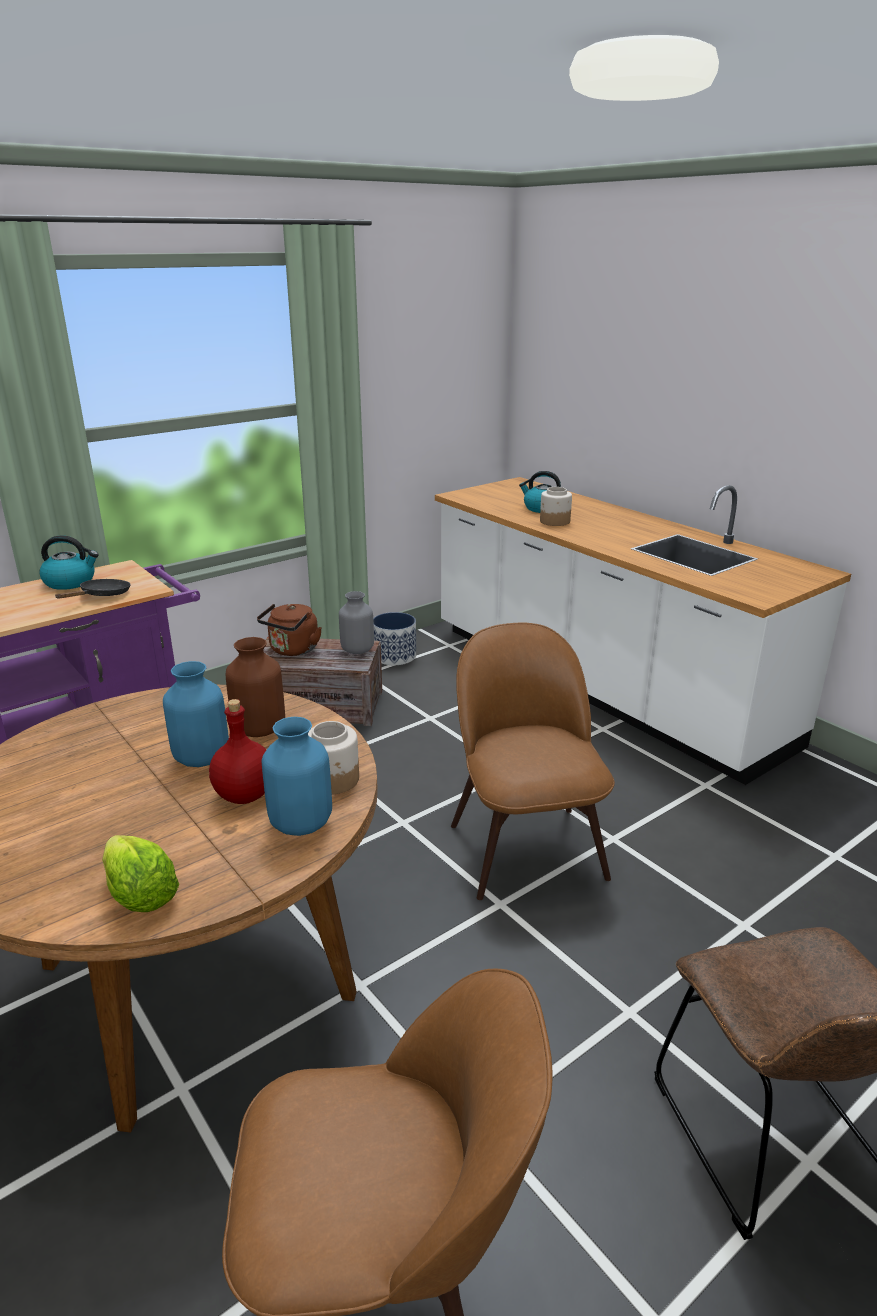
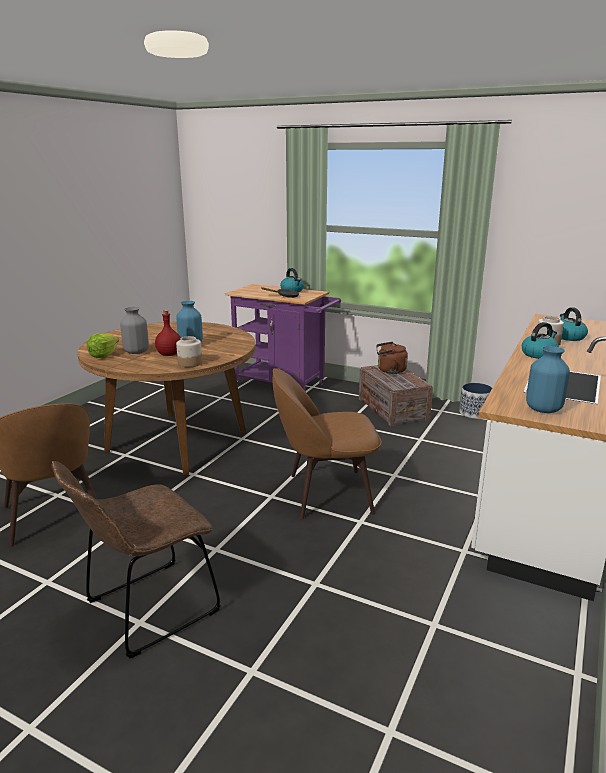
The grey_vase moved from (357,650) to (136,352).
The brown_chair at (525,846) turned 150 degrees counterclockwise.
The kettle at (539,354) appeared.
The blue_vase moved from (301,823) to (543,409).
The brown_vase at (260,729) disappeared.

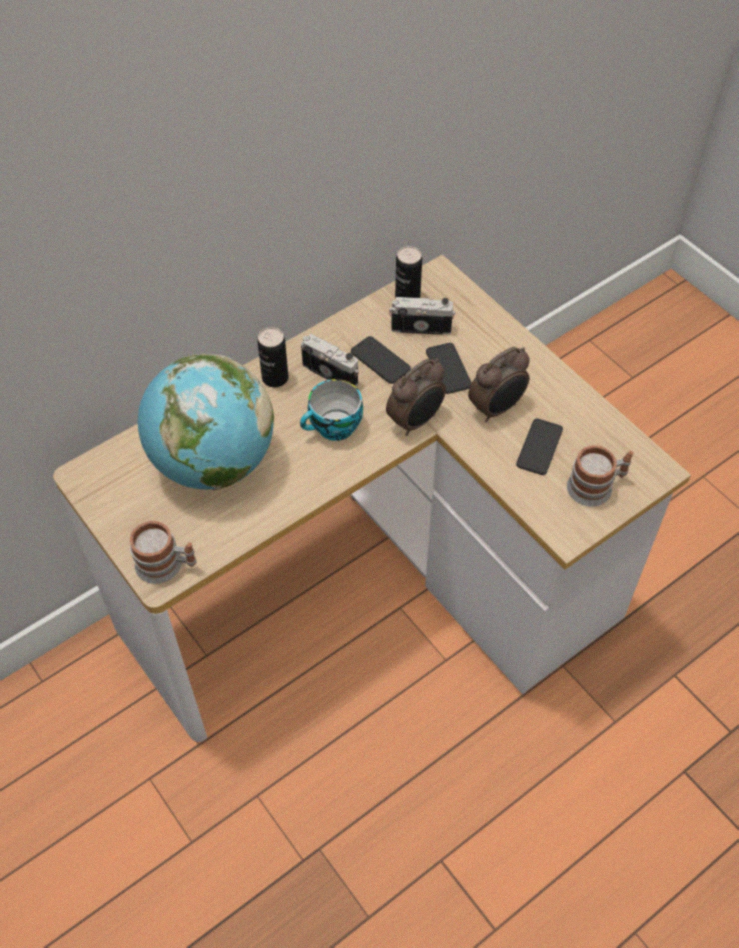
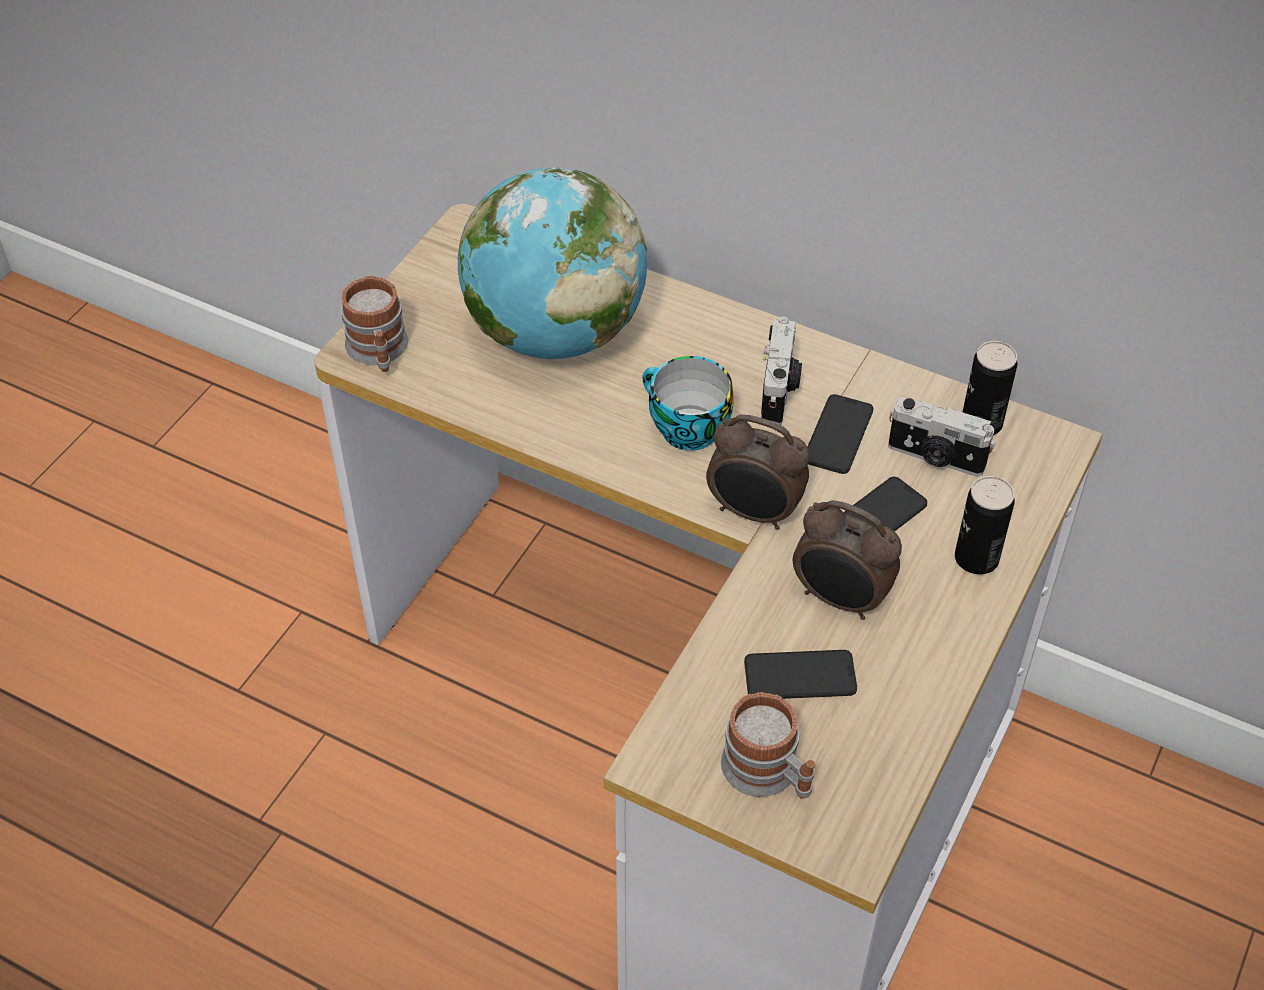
The photo_camera at (421,327) turned 135 degrees clockwise.
The can moved from (275,378) to (976,558).

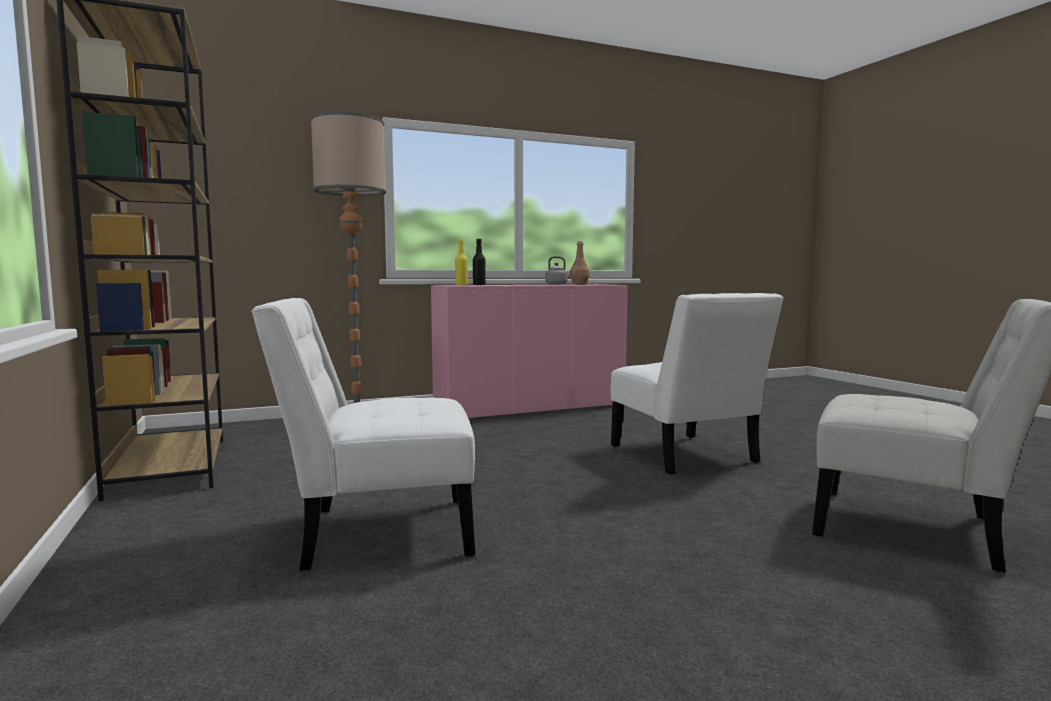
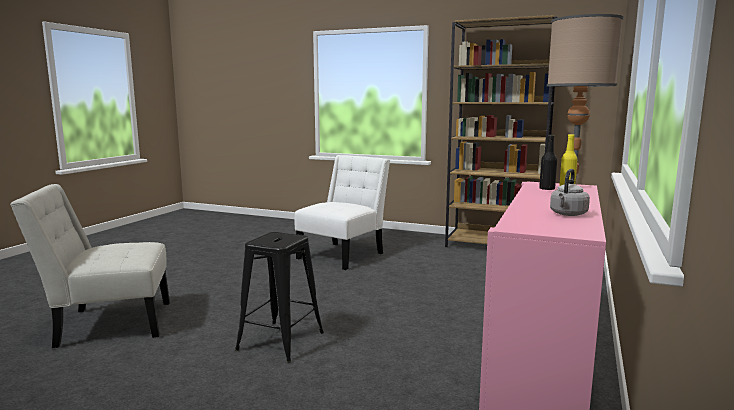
The white_chair at (686,456) was replaced by the black_stool at (280,341).
The brown_bottle at (579,284) disappeared.

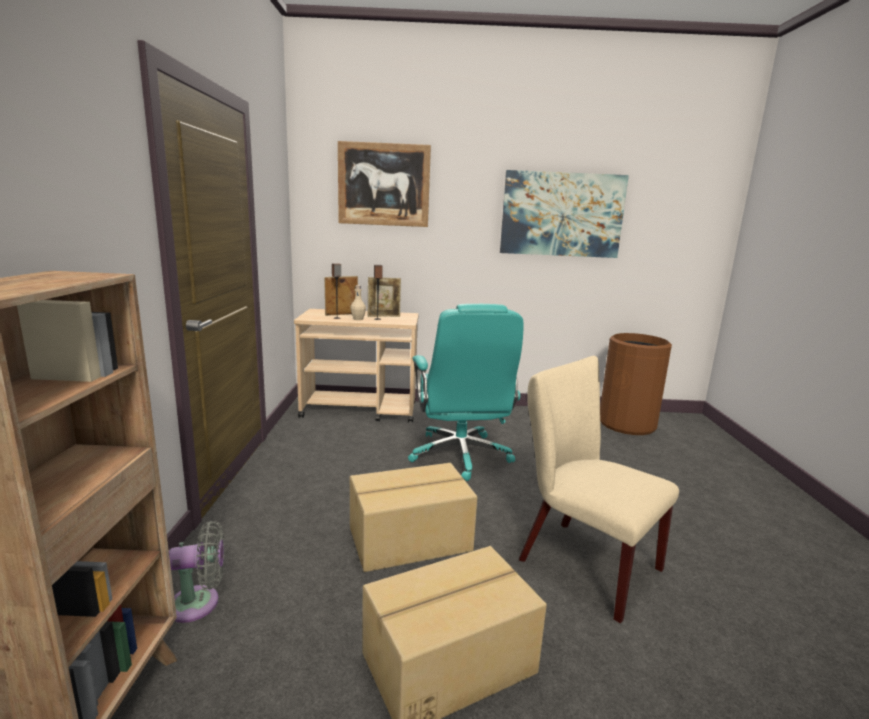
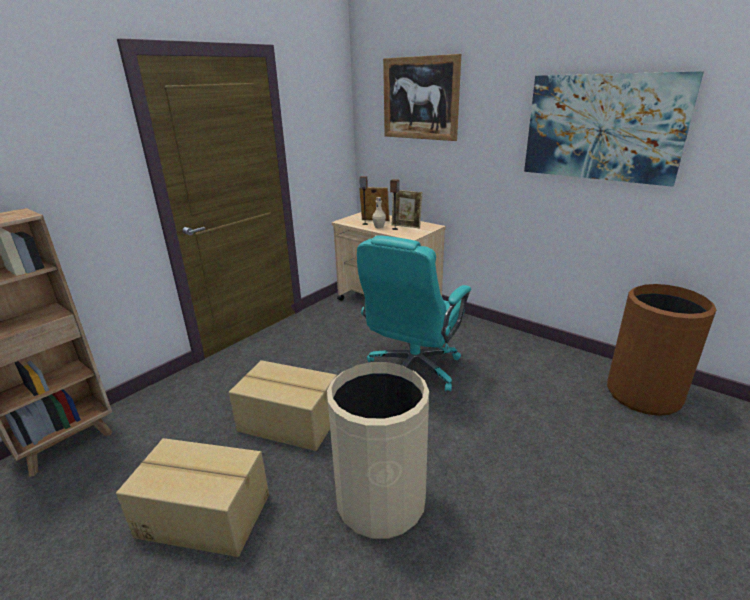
The beige_chair at (580,561) was replaced by the beige_trash_can at (381,501).
The grey_fan at (199,603) disappeared.

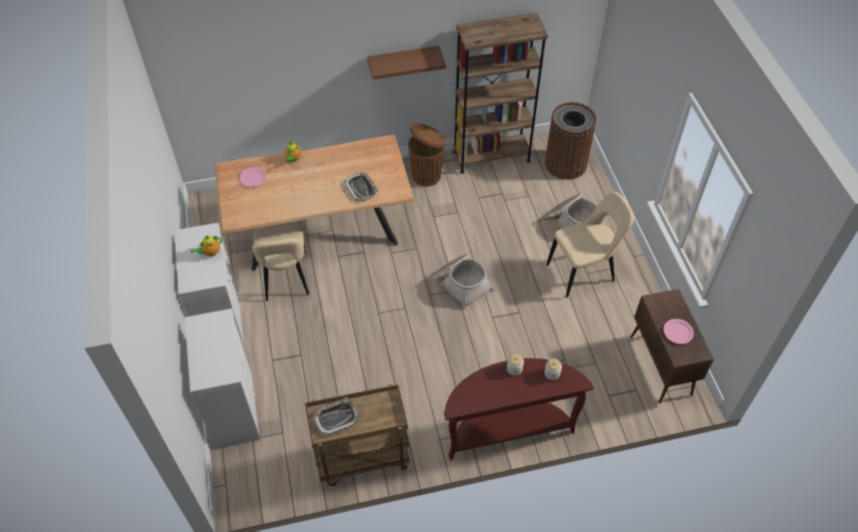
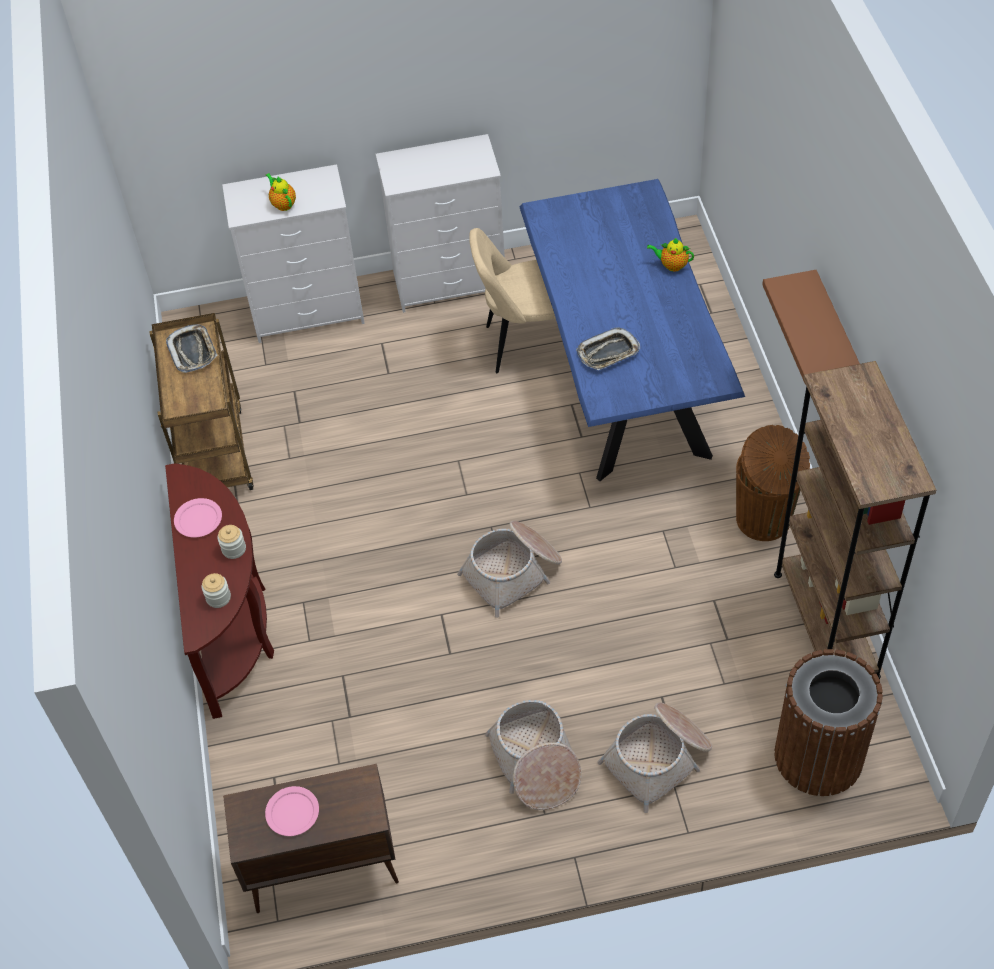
The pink_plate moved from (253,178) to (199,519).
The teapot moved from (210,252) to (283,204).
The beige_chair at (583,272) was replaced by the basket at (535,763).
The brown_dining_table at (320,231) became the blue_dining_table at (624,378).

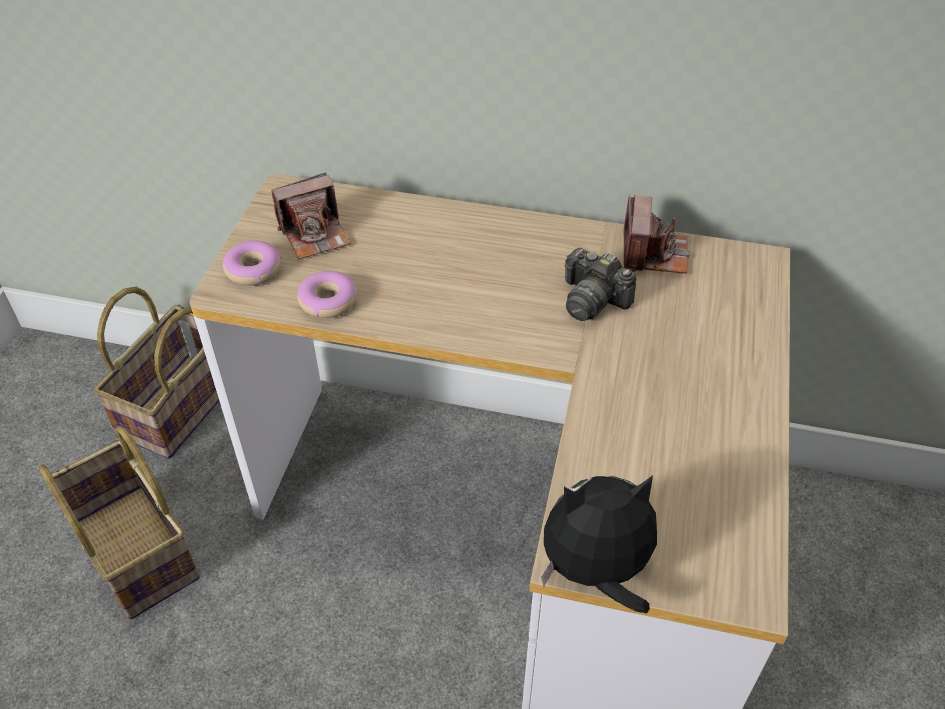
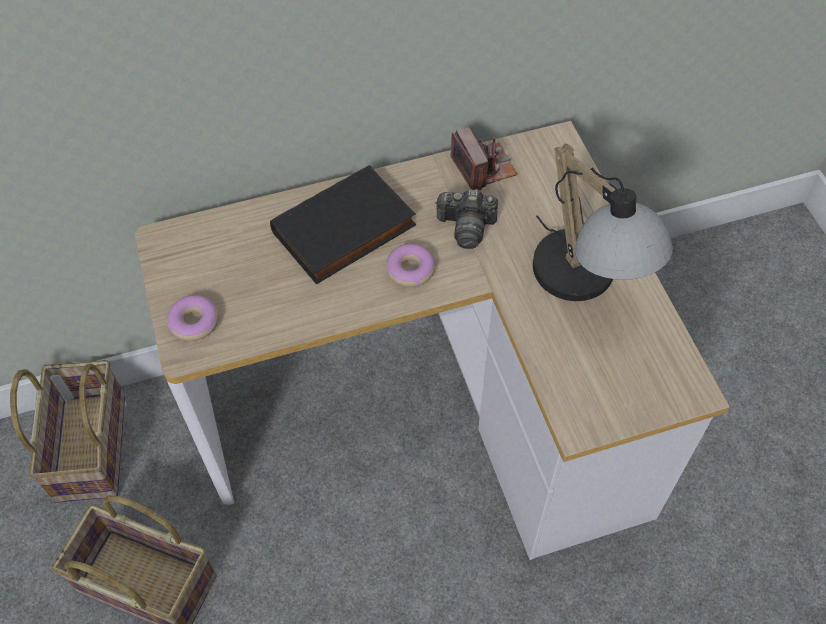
The black_book at (345,231) appeared.
The donut moved from (328,301) to (410,270).
The table_lamp at (586,285) appeared.
The photo_camera at (315,234) disappeared.
The plush_toy at (596,572) disappeared.

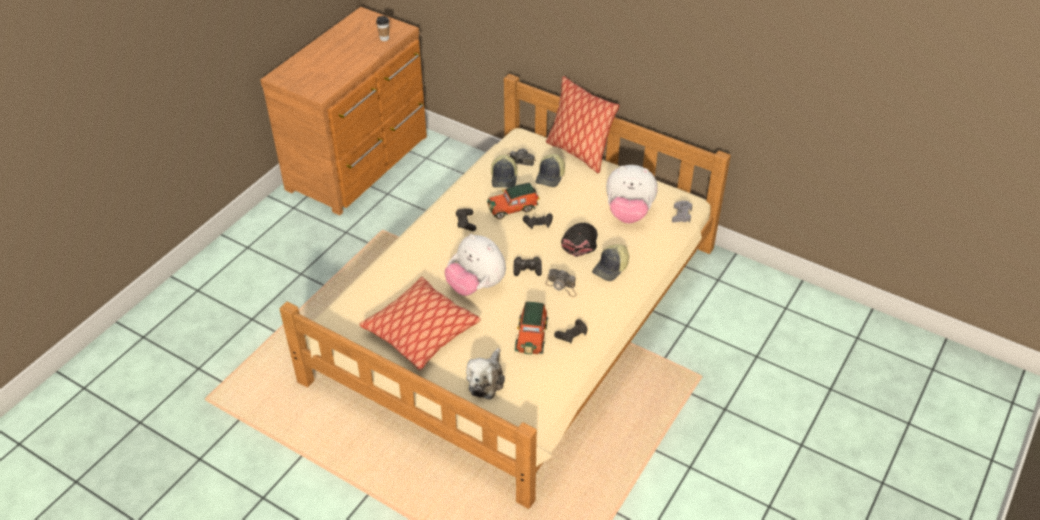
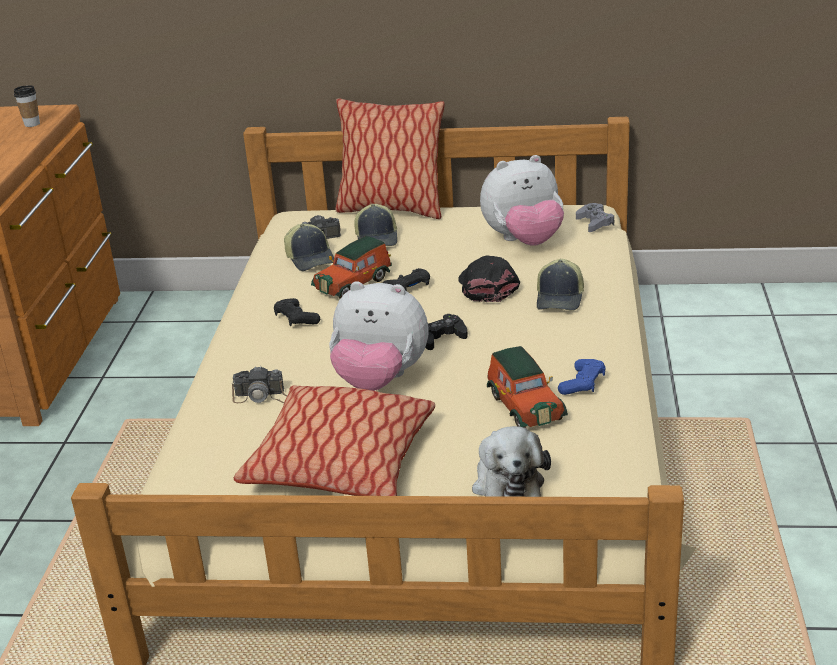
The photo_camera moved from (562,286) to (263,397).
The black_game_controller at (572,335) became the blue_game_controller at (582,384).

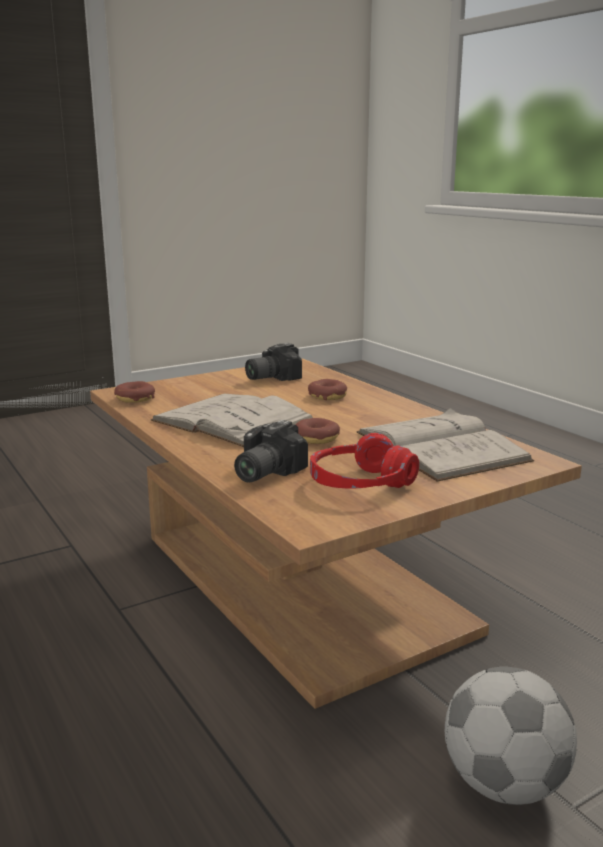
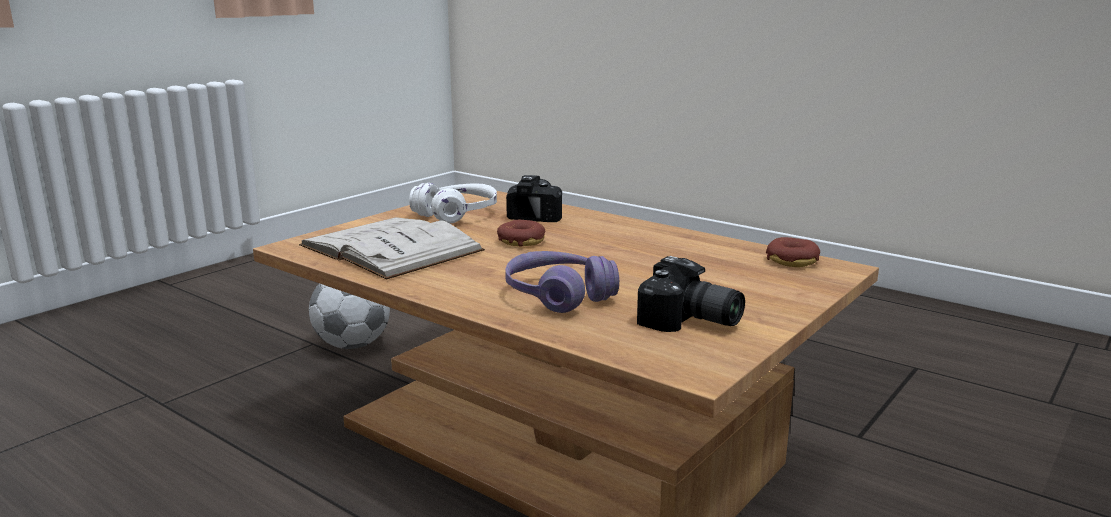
The red_headphones at (360,483) became the white_headphones at (456,214).
The donut at (327,396) was replaced by the purple_headphones at (559,296).
The photo_camera at (270,377) turned 90 degrees clockwise.
The white_book at (233,420) disappeared.

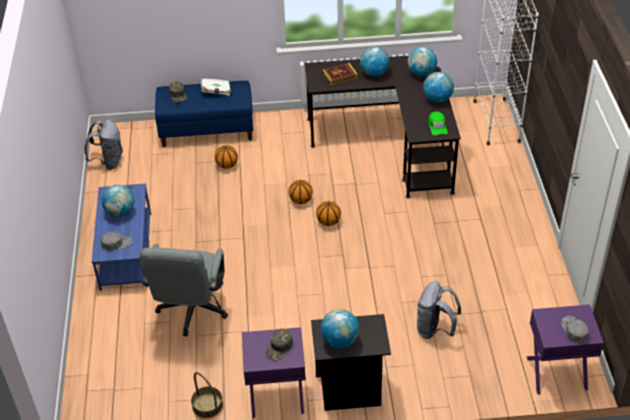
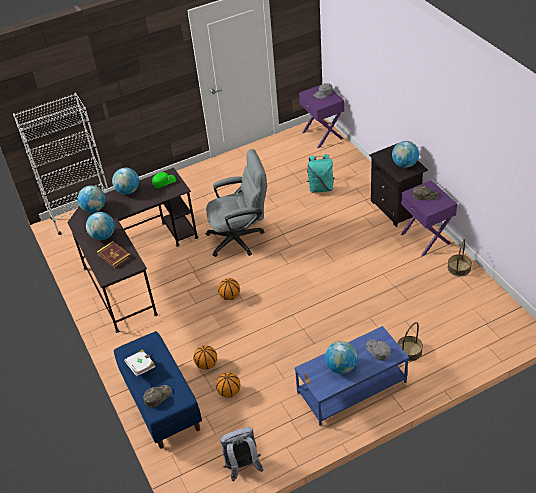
The grey_office_chair moved from (191,312) to (241,238).
The basketball moved from (329,222) to (229,392).
The grey_backpack at (435,329) became the turquoise_backpack at (321,188).
The basket at (409,351) appeared.

